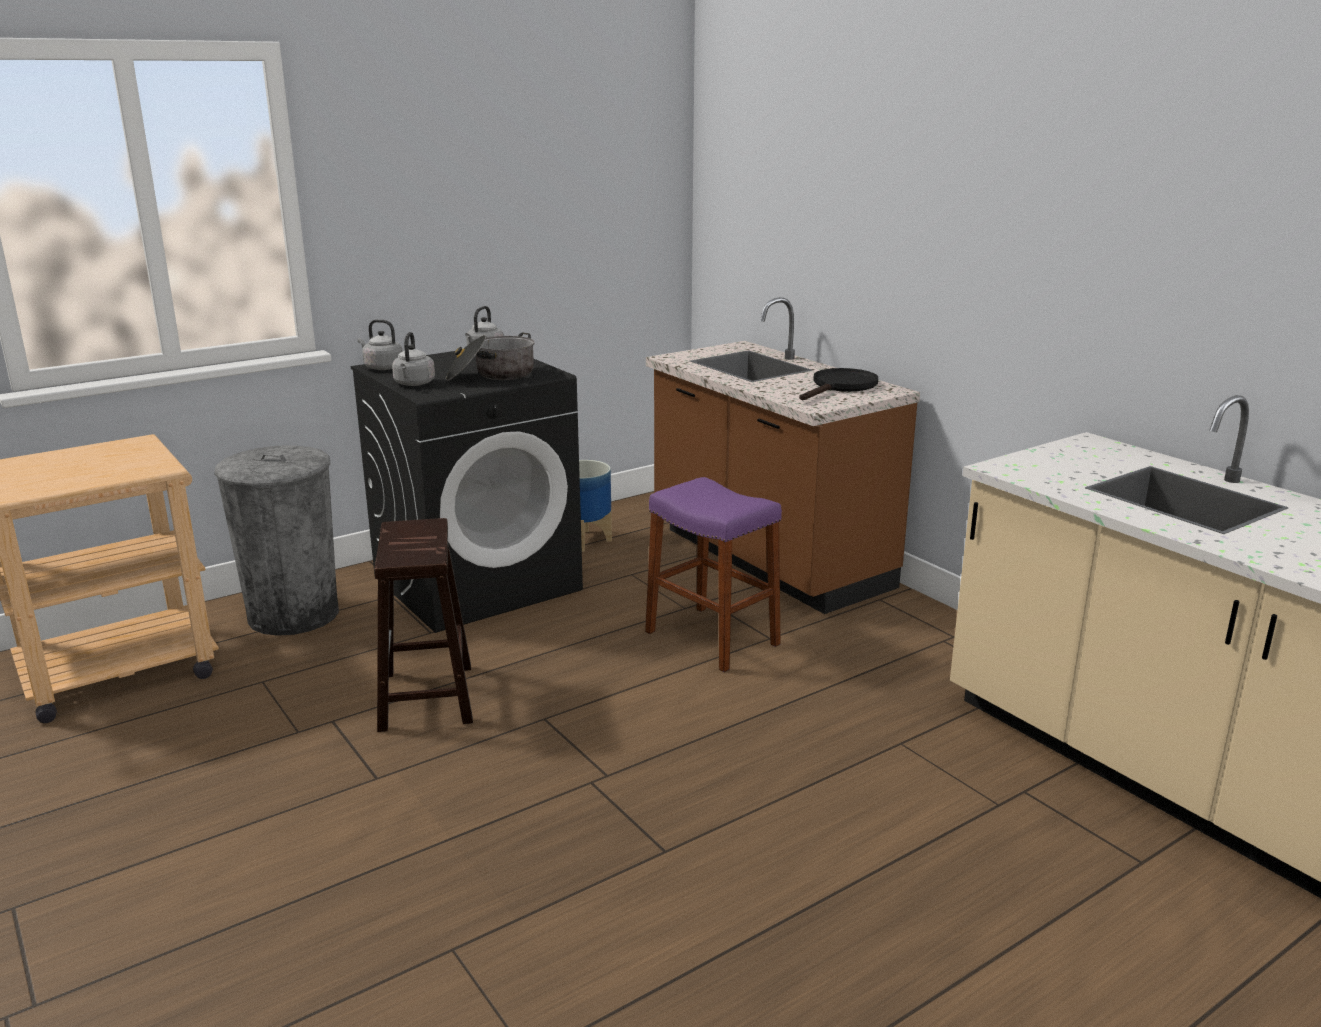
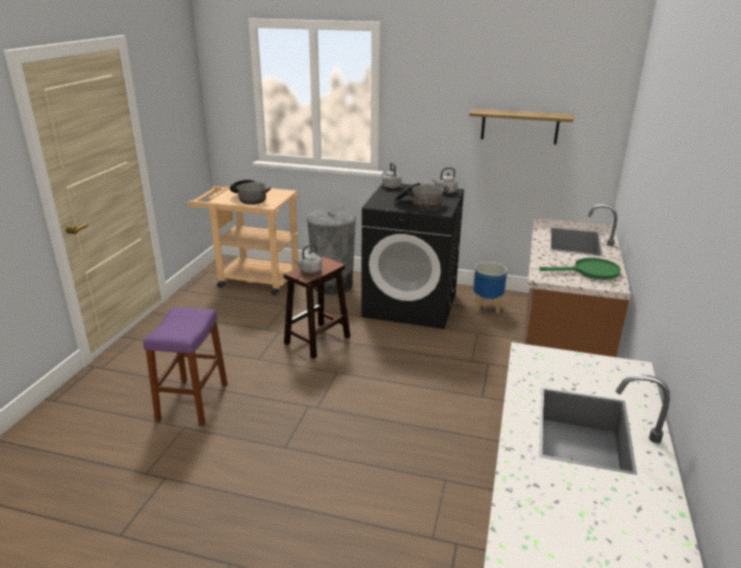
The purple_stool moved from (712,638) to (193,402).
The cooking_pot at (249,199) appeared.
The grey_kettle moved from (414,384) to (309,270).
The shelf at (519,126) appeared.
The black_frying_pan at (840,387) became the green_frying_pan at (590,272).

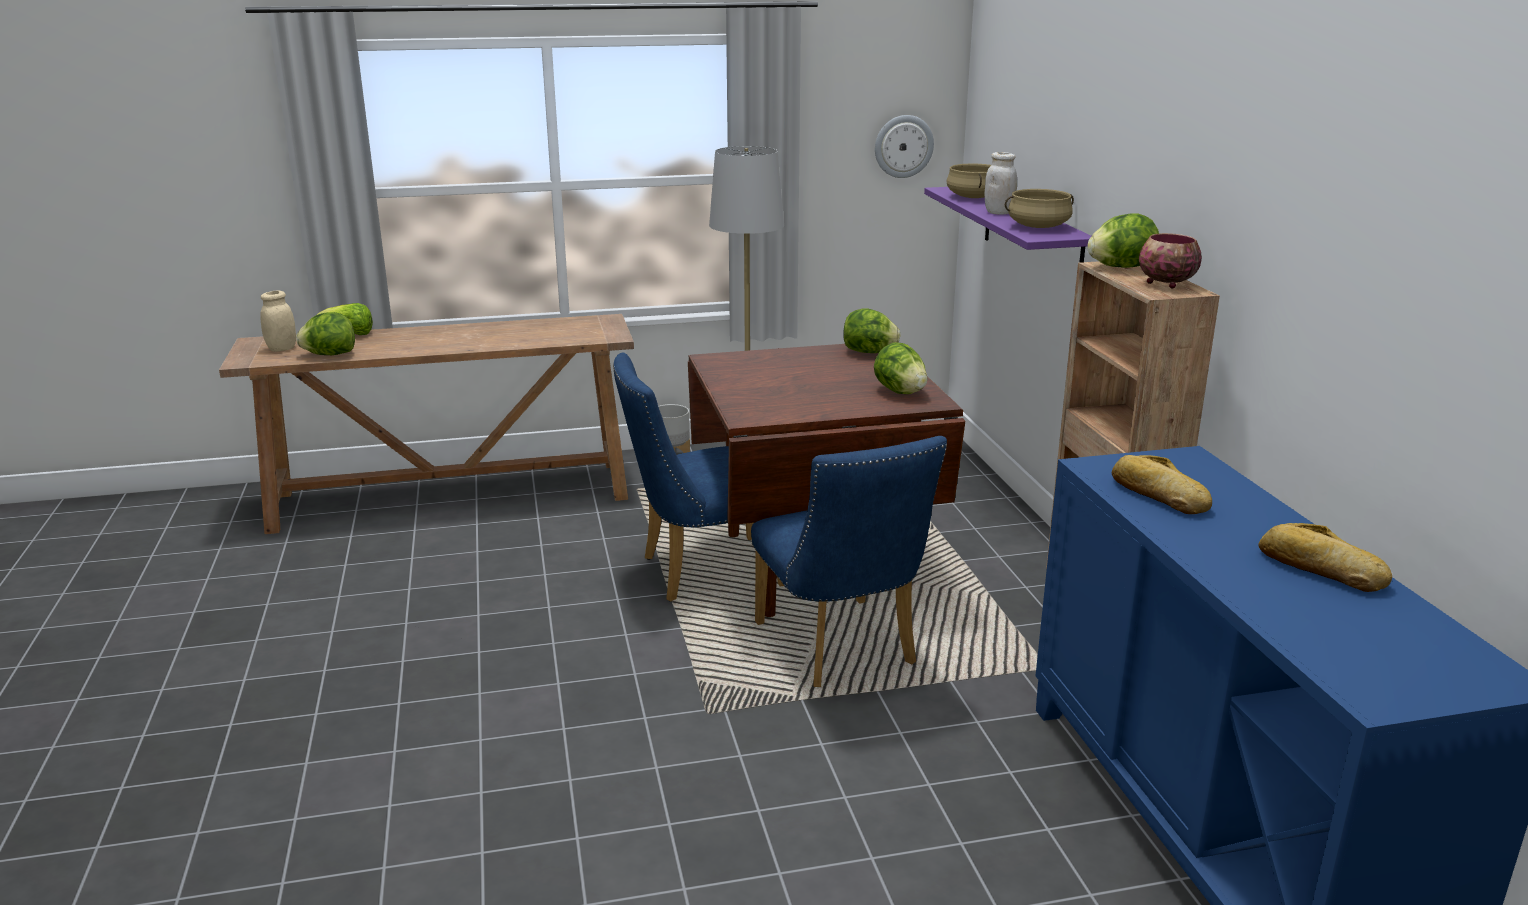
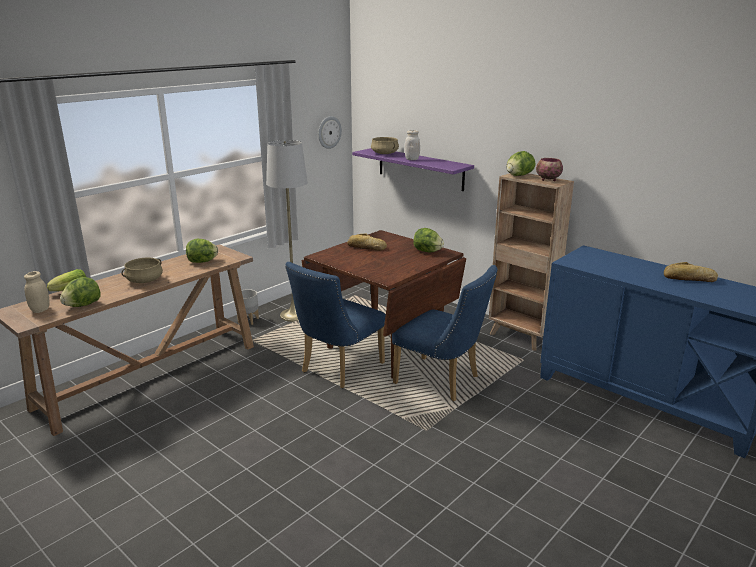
The beige_cooking_pot moved from (1038,226) to (144,280).
The lettuce moved from (869,352) to (202,261).
The bread moved from (1157,495) to (366,247).

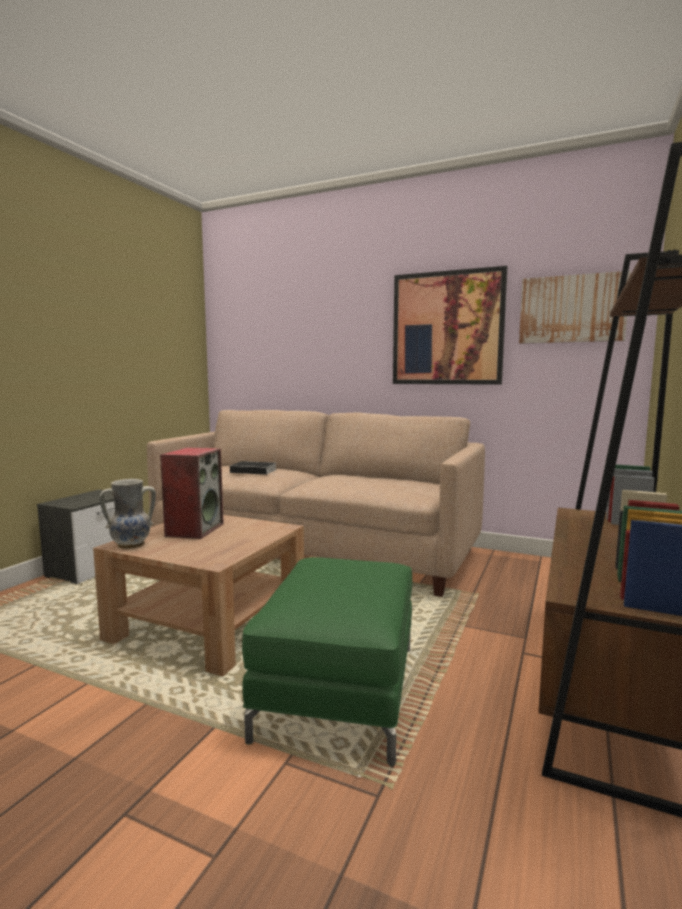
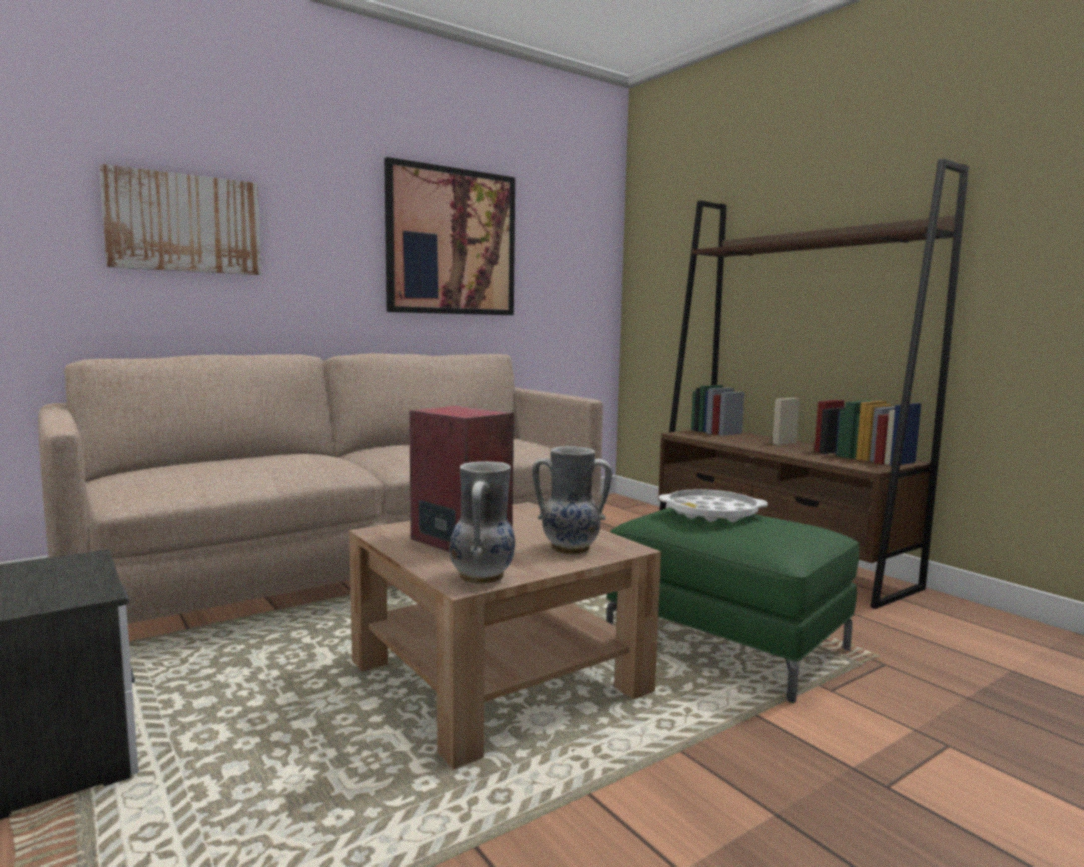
The picture moved from (572,309) to (184,223).
The vase at (570,548) appeared.
The white_tray at (711,513) appeared.
The book at (255,471) disappeared.

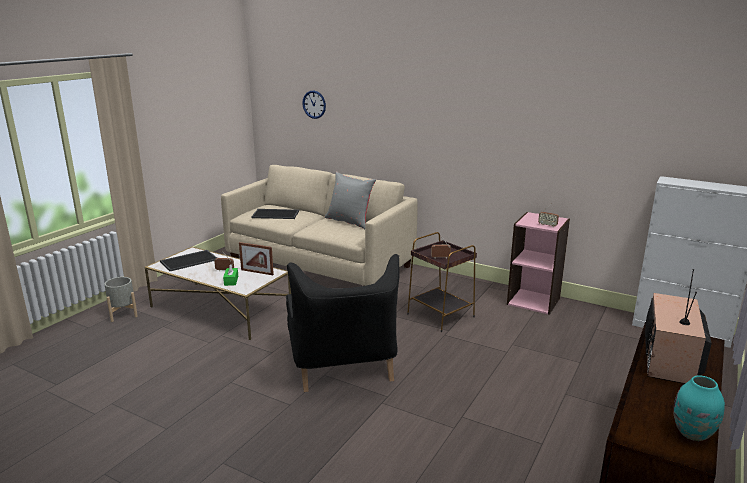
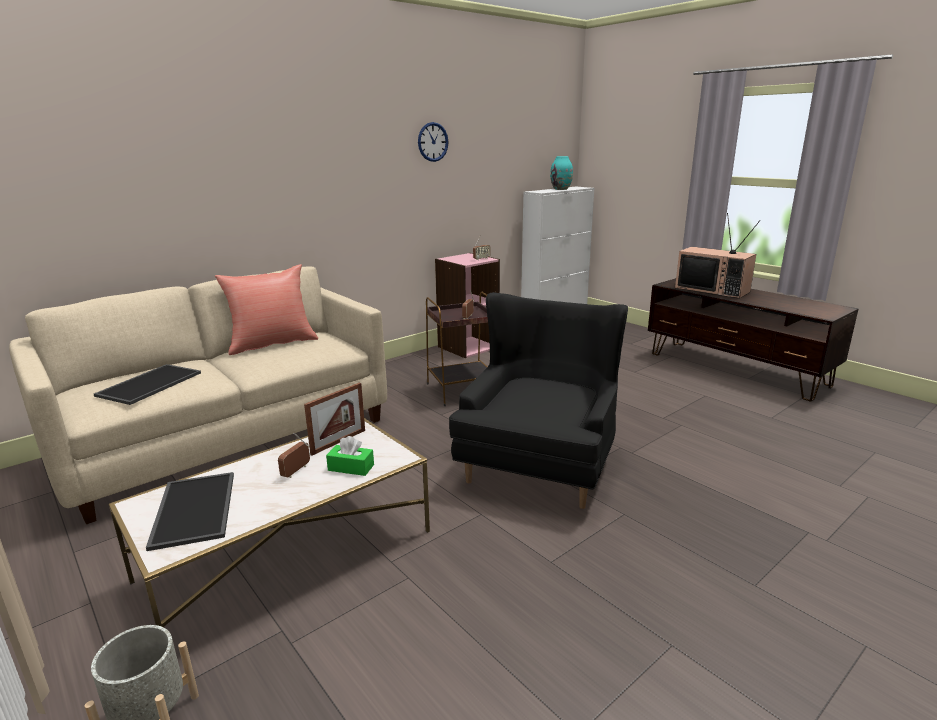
The grey_pillow at (350,221) became the red_pillow at (272,343).
The wall_clock moved from (314,104) to (433,142).
The black_armchair at (342,364) turned 75 degrees counterclockwise.
The turquoise_vase moved from (693,433) to (561,189).

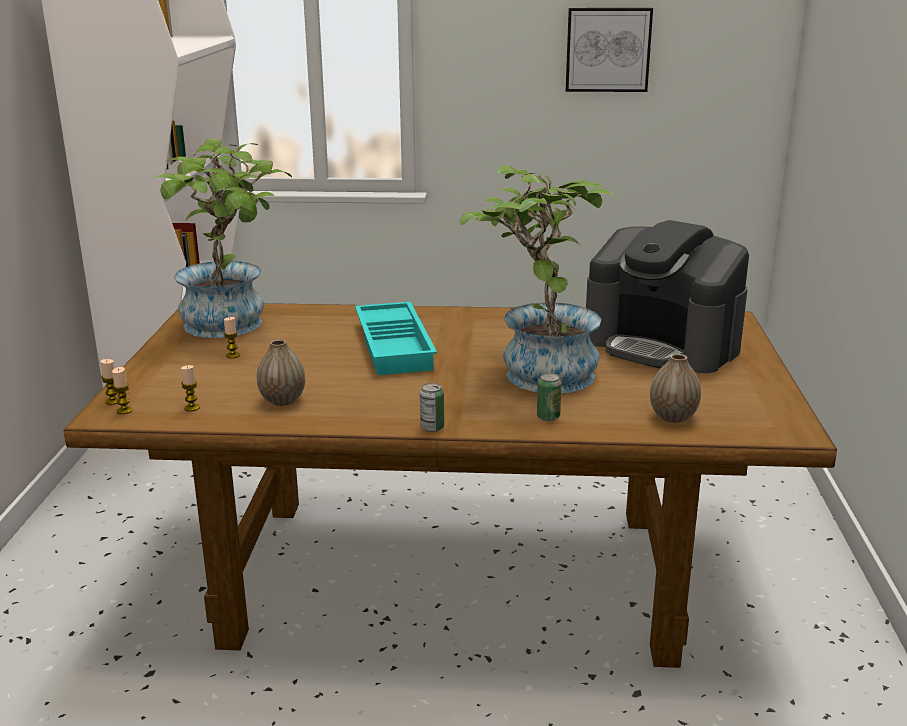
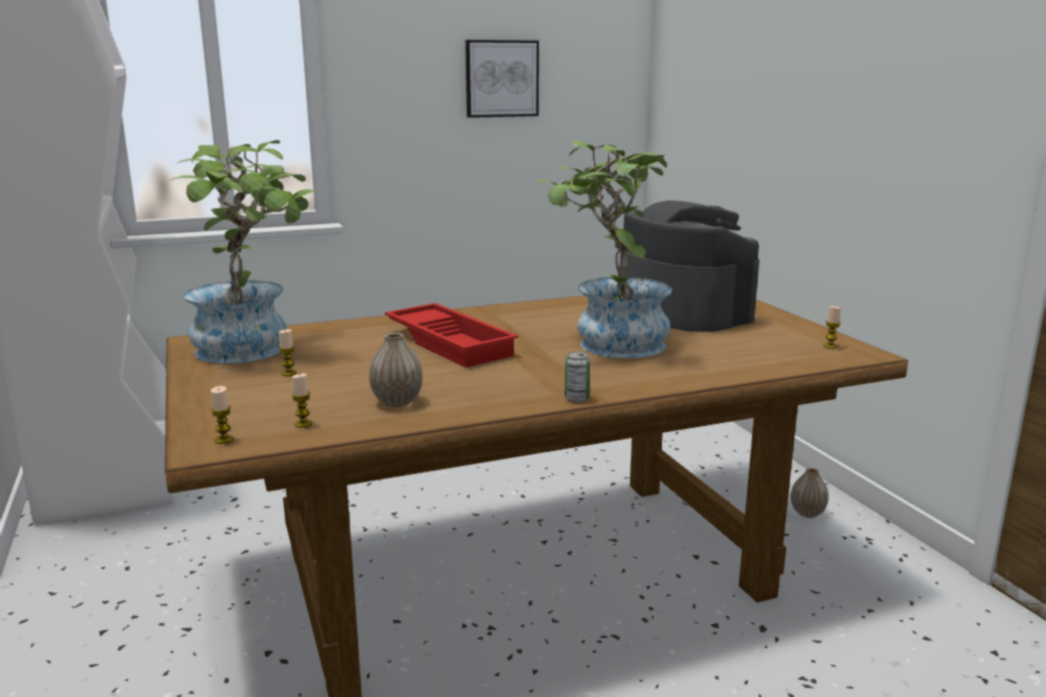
The turquoise_tray at (396,346) became the red_tray at (451,343).
The coffee_machine at (663,344) turned 135 degrees counterclockwise.
The vase moved from (673,417) to (807,513).
The candle moved from (113,401) to (830,346).
The can at (548,417) disappeared.

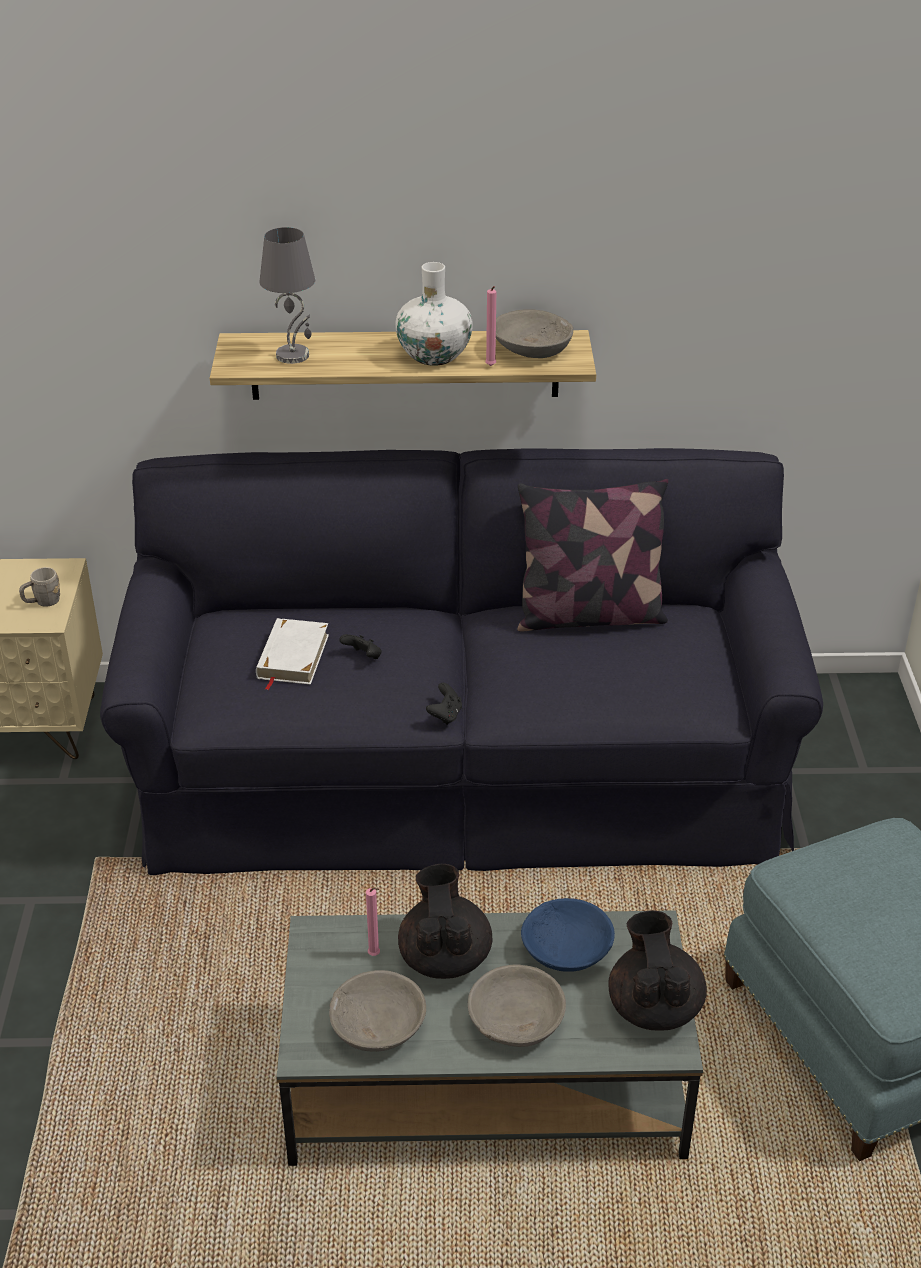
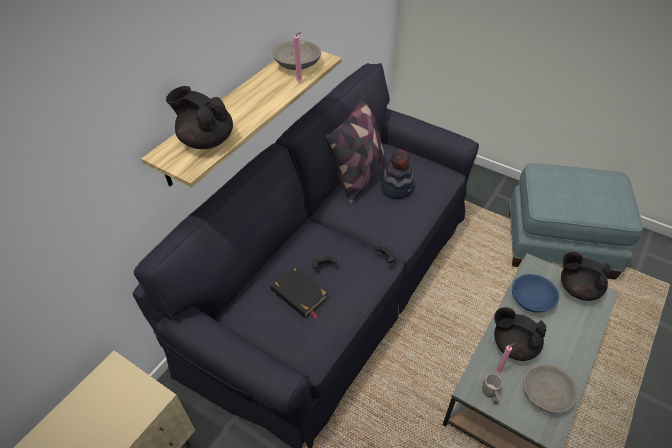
The grey_table_lamp at (293,355) was replaced by the black_teapot at (206,140).
The white_book at (292,657) became the black_book at (299,294).
The hat at (397,187) appeared.
The grey_mug moved from (42,602) to (490,394).
The white_vase at (434,355) disappeared.
The grey_bowl at (516,1021) disappeared.

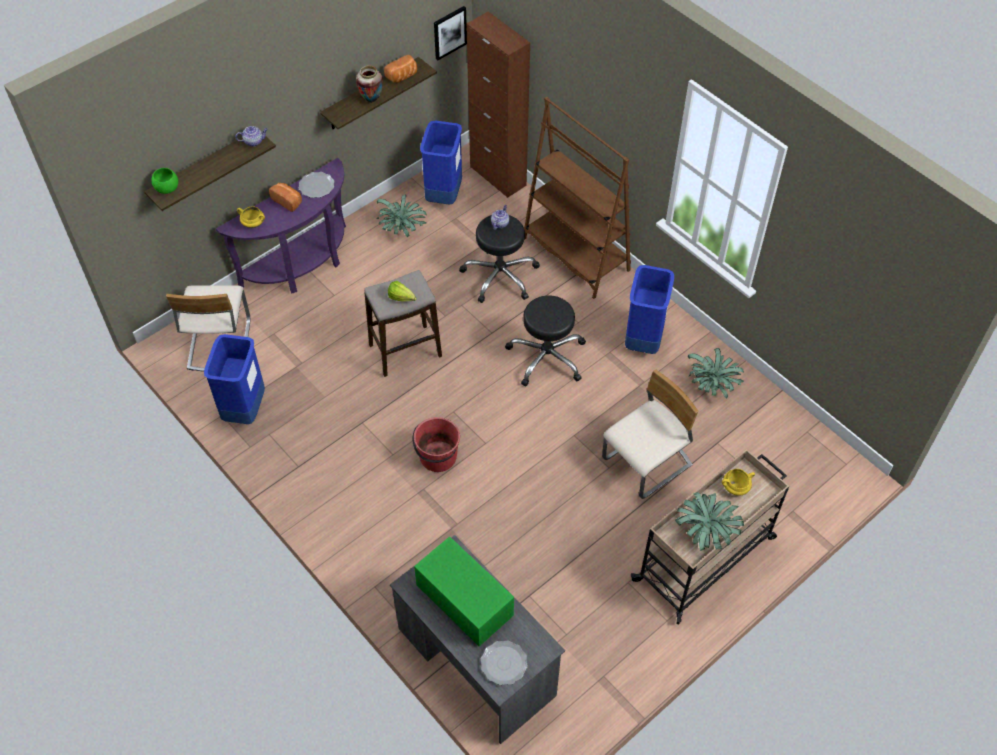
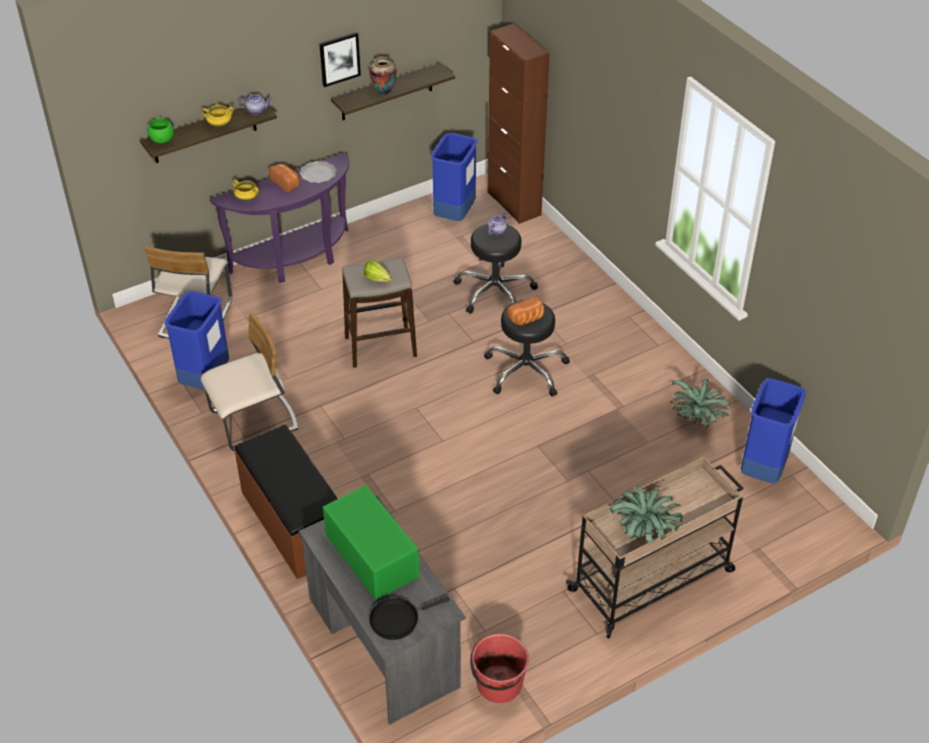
The beige_chair moved from (647,463) to (254,422).
The yellow_cooking_pot moved from (735,488) to (219,124).
The brown_bench at (293,523) appeared.
The picture moved from (449,32) to (339,58).
The plate at (503,663) was replaced by the black_frying_pan at (397,619).
The red_bucket moved from (437,457) to (498,684).
The bread moved from (402,76) to (527,319).
The blue_trash_can moved from (644,340) to (763,469).
The potted_plant at (402,229) disappeared.
The brown_bookcase at (576,254) disappeared.

